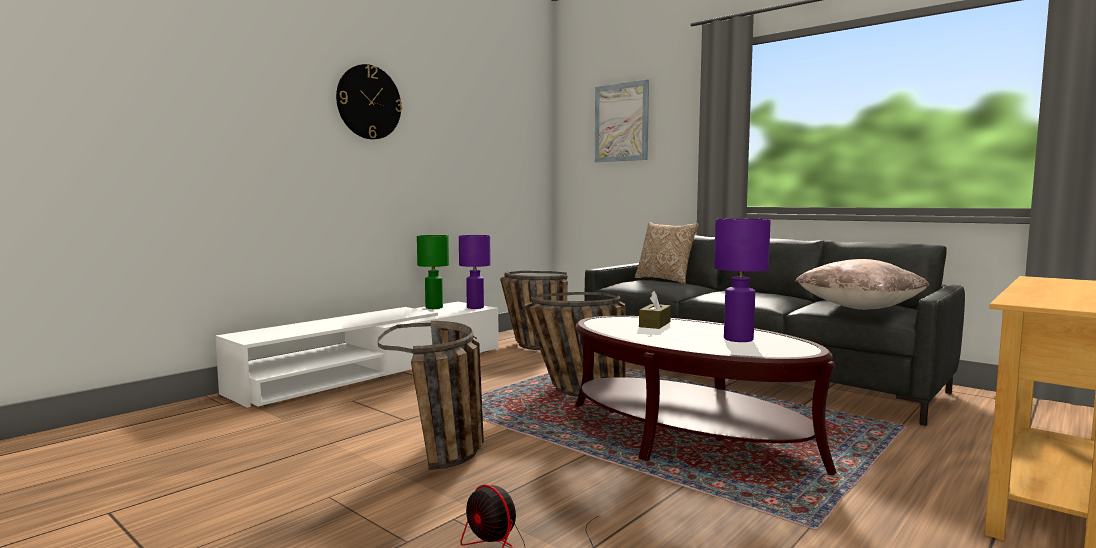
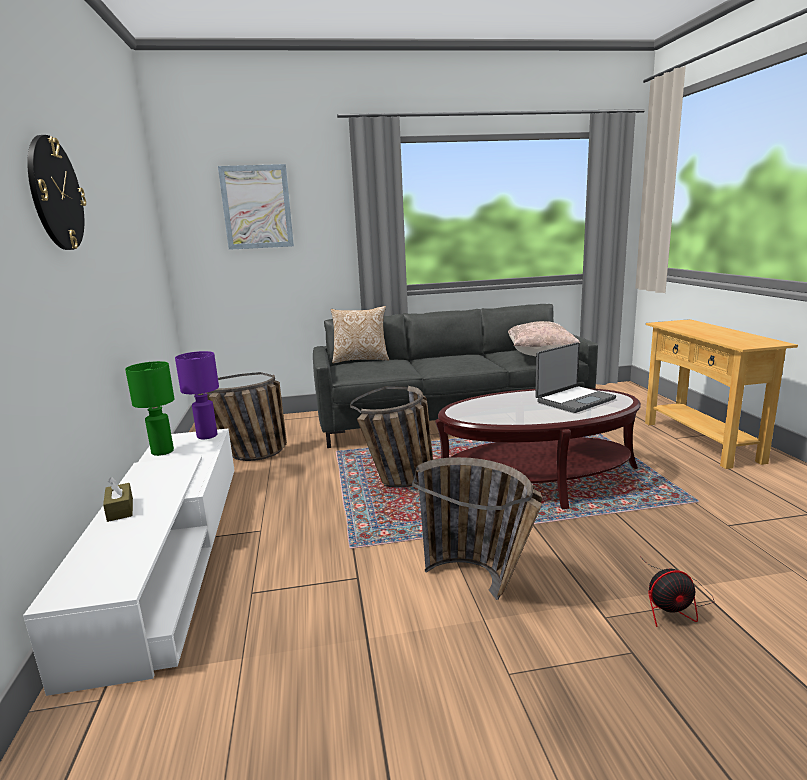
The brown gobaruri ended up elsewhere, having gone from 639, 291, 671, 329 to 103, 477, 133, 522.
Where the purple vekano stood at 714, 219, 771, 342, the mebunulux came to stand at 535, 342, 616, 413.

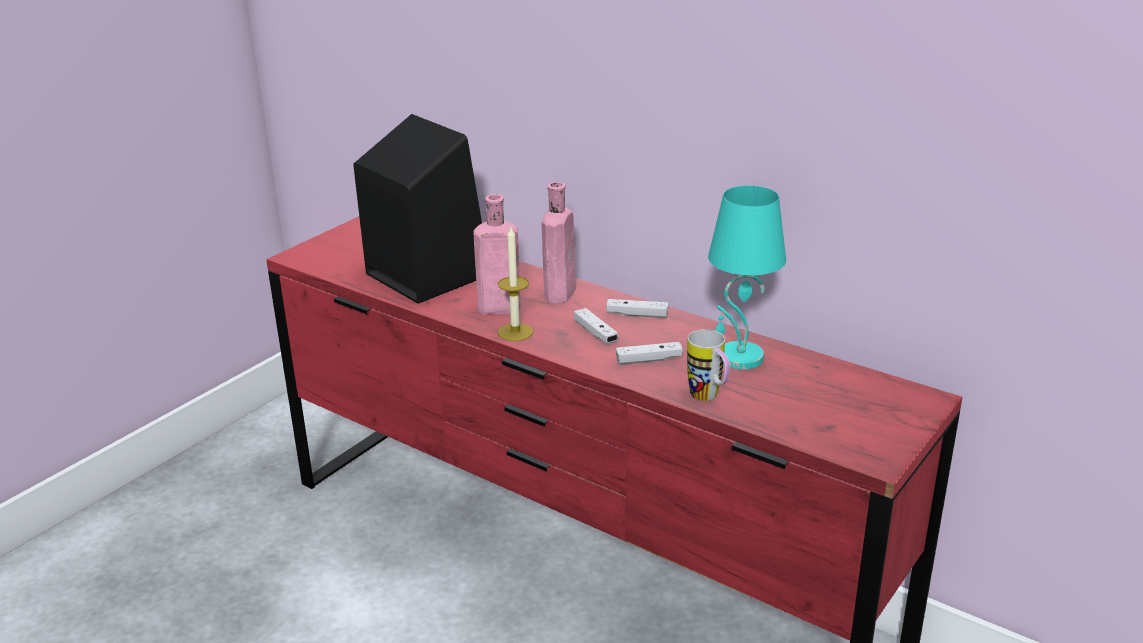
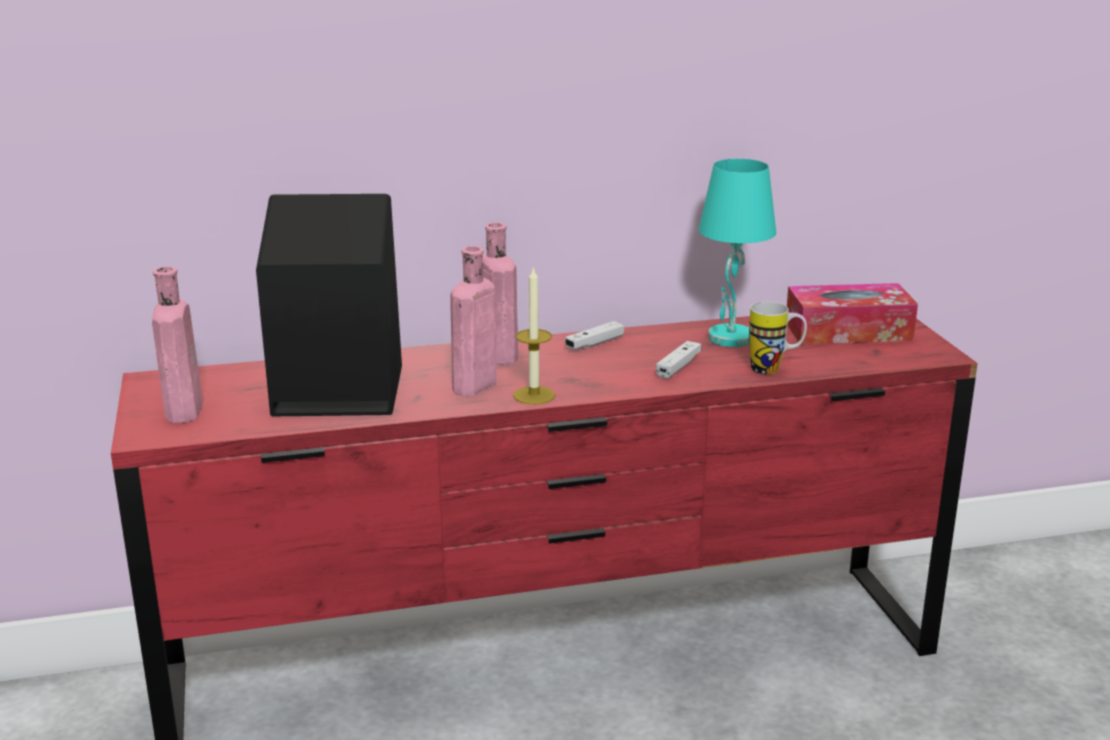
The second view gained the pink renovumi at 152, 266, 203, 423.
The second view gained the gobaruri at 787, 283, 918, 345.
The second view lost the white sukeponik at 574, 308, 618, 343.

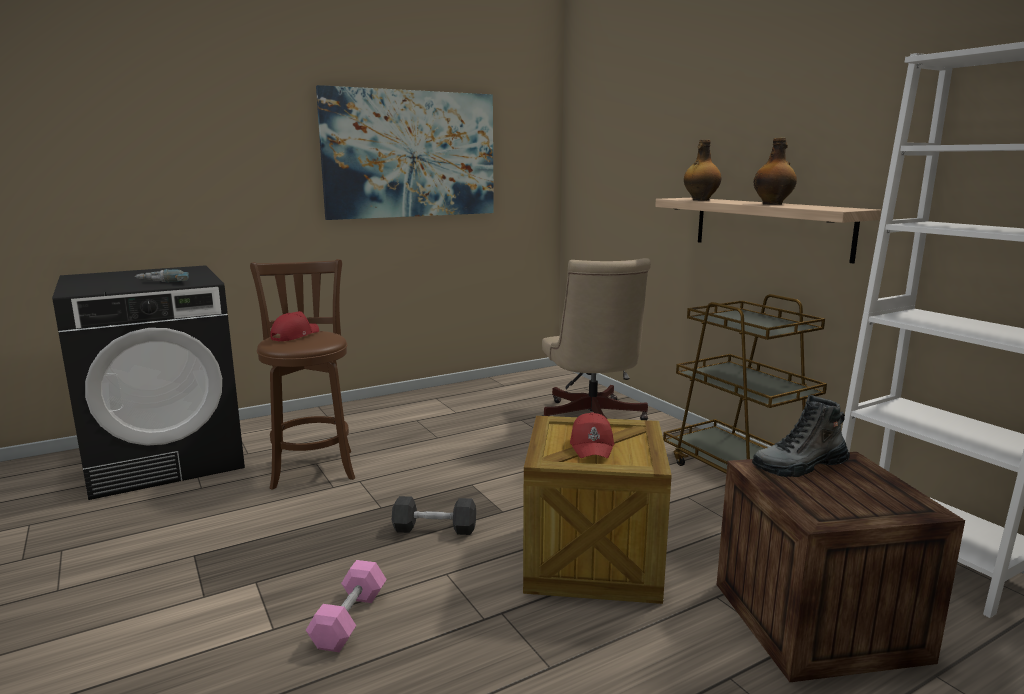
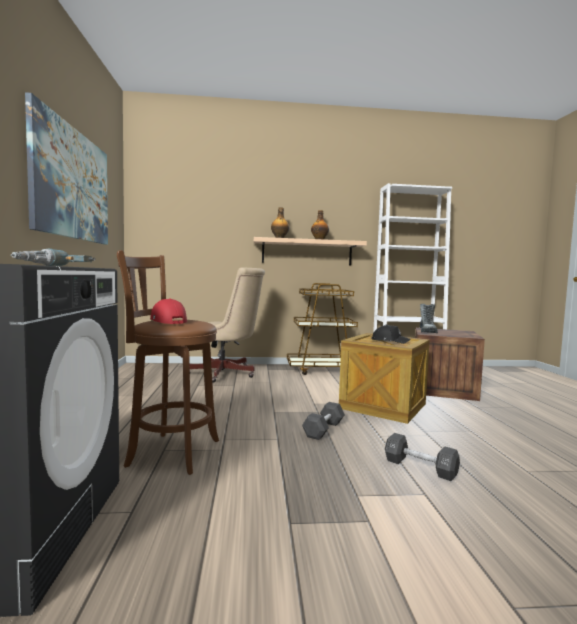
What was the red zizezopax at 570, 412, 614, 458 turned into the black zizezopax at 371, 325, 411, 344.
What was the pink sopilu at 306, 560, 387, 652 turned into the black sopilu at 385, 433, 460, 481.

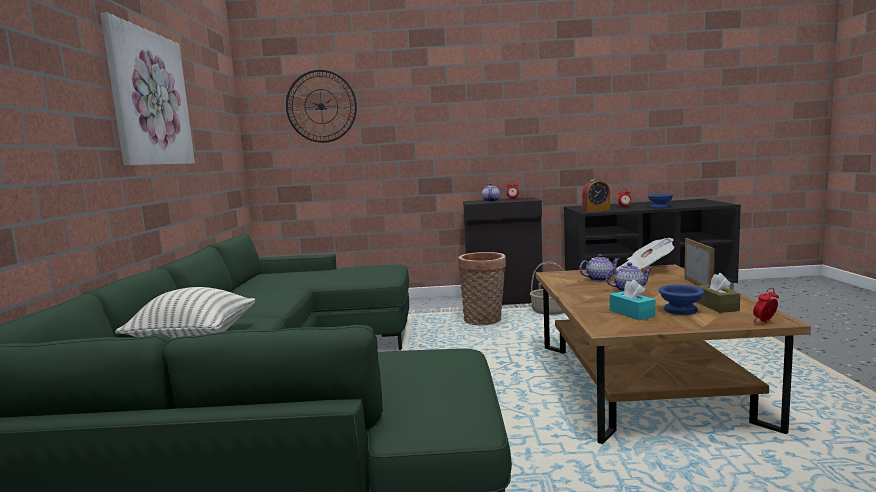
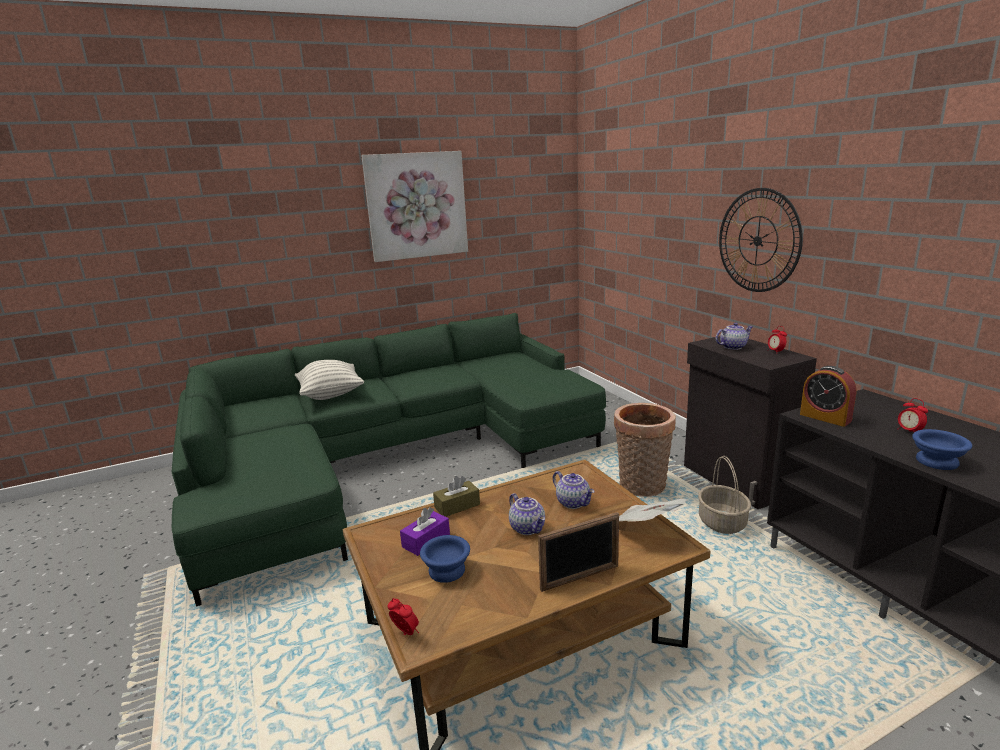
What was the turquoise gobaruri at 610, 280, 655, 320 turned into the purple gobaruri at 400, 507, 450, 556.
The brown gobaruri ended up elsewhere, having gone from 696, 273, 740, 313 to 433, 476, 480, 517.
The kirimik ended up elsewhere, having gone from 286, 70, 357, 143 to 719, 188, 803, 292.

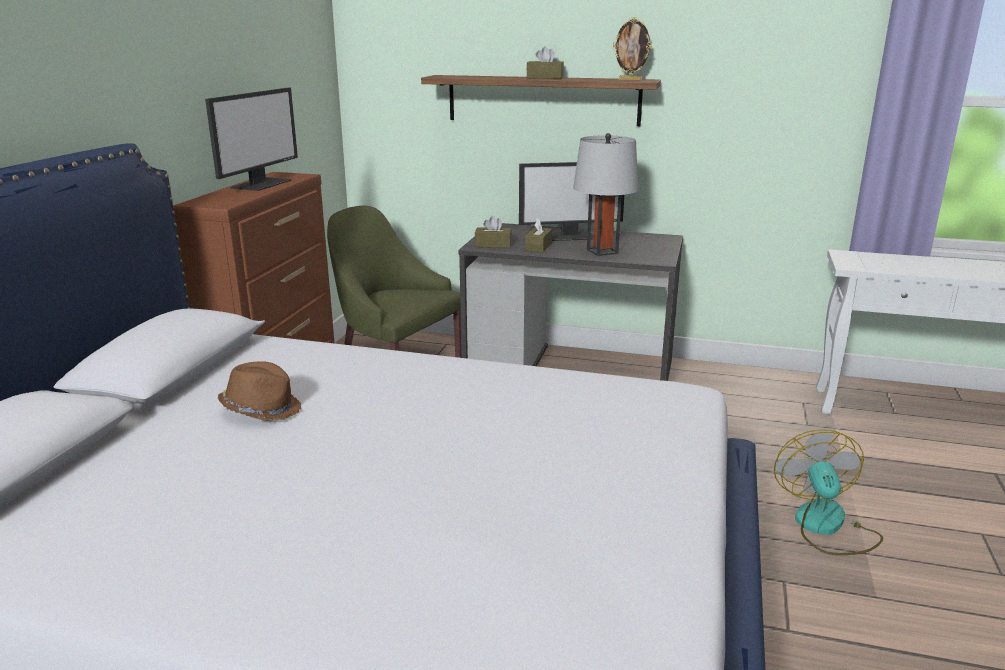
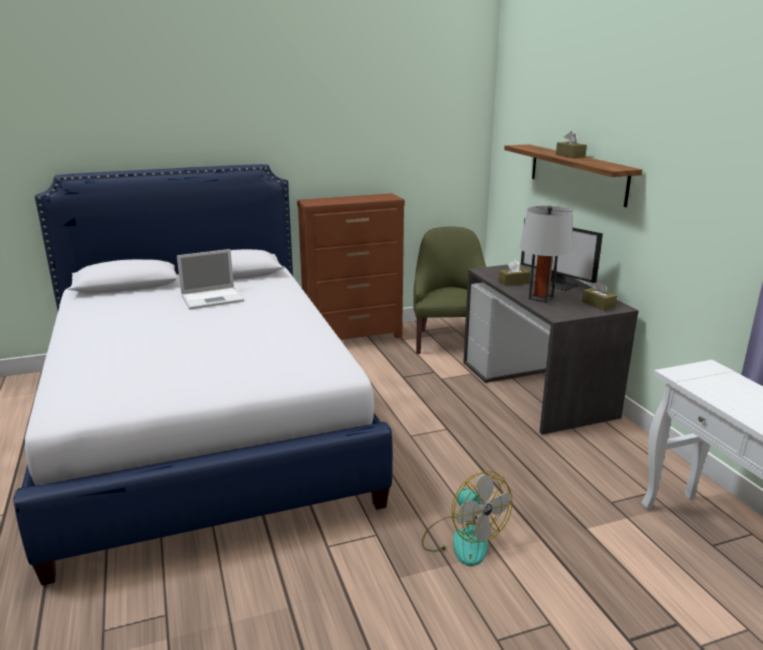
Where the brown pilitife stood at 218, 361, 301, 421, the mebunulux came to stand at 177, 249, 244, 309.
The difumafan at 774, 429, 883, 555 ended up facing another way, 90 degrees clockwise from before.
The brown gobaruri ended up elsewhere, having gone from 475, 216, 512, 248 to 582, 281, 617, 311.
The second view lost the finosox at 205, 88, 298, 191.
The second view lost the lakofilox at 613, 17, 652, 81.

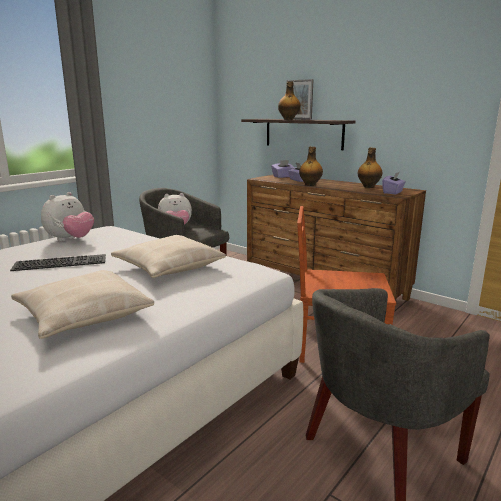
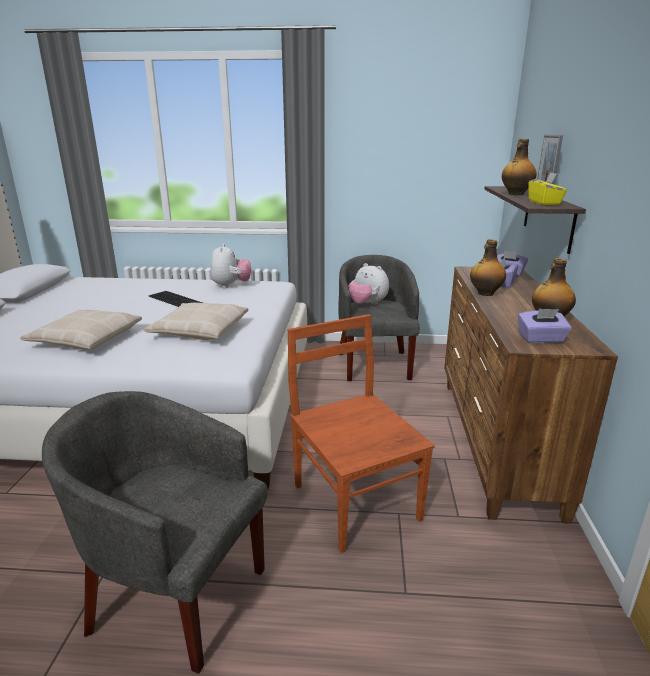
The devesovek at 41, 192, 94, 241 ended up facing another way, 90 degrees counterclockwise from before.
The second view gained the yellow gobaruri at 528, 172, 567, 205.

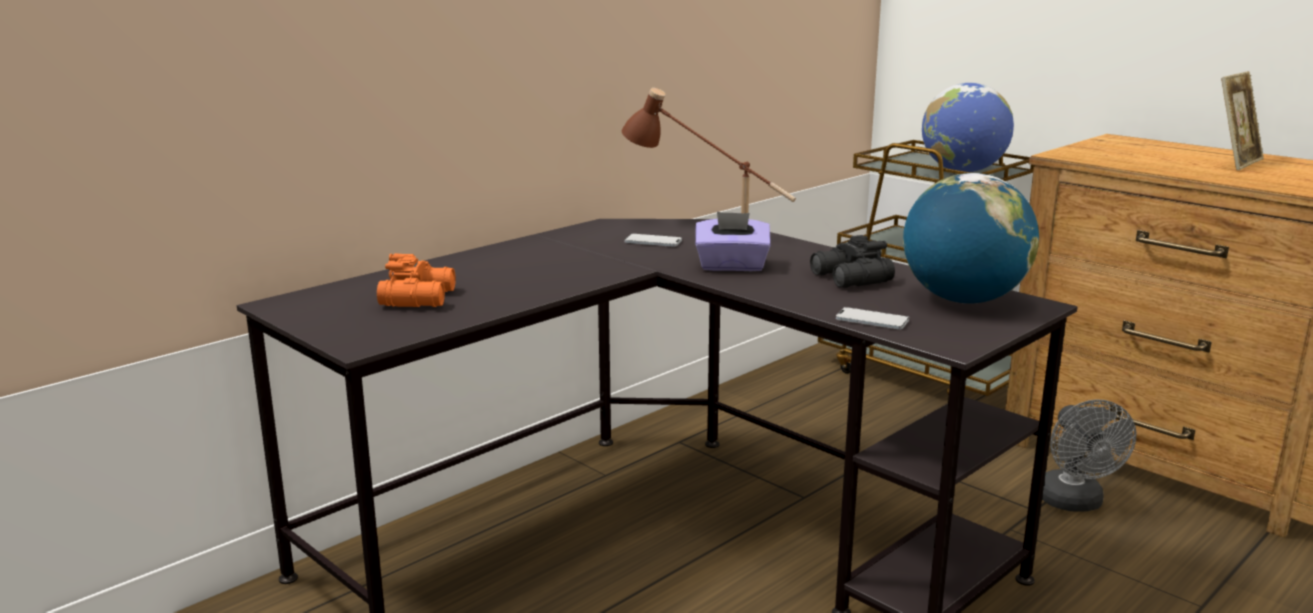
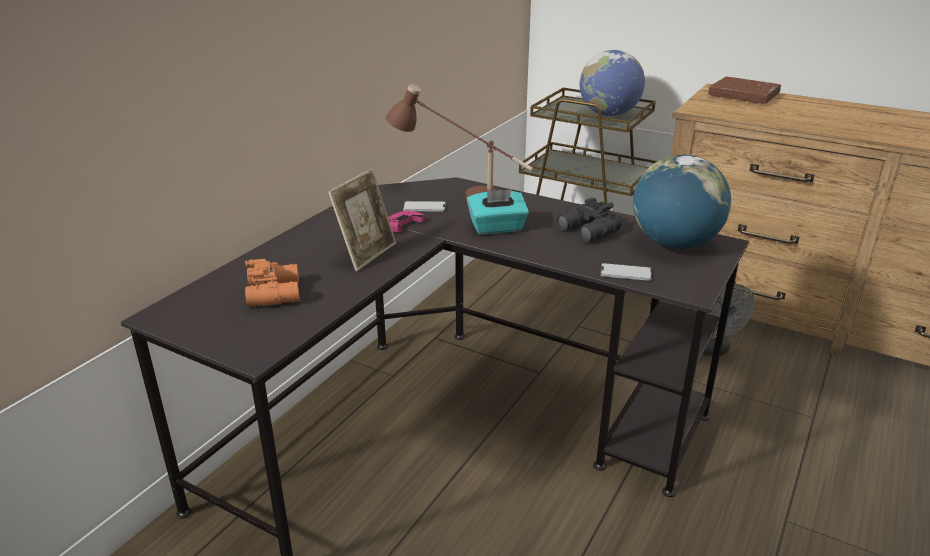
The lakofilox ended up elsewhere, having gone from 1221, 71, 1264, 170 to 328, 169, 396, 271.
The second view gained the pink sukeponik at 388, 210, 424, 233.
What was the purple gobaruri at 695, 212, 771, 271 turned into the turquoise gobaruri at 467, 190, 529, 235.
The second view gained the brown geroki at 708, 77, 781, 104.

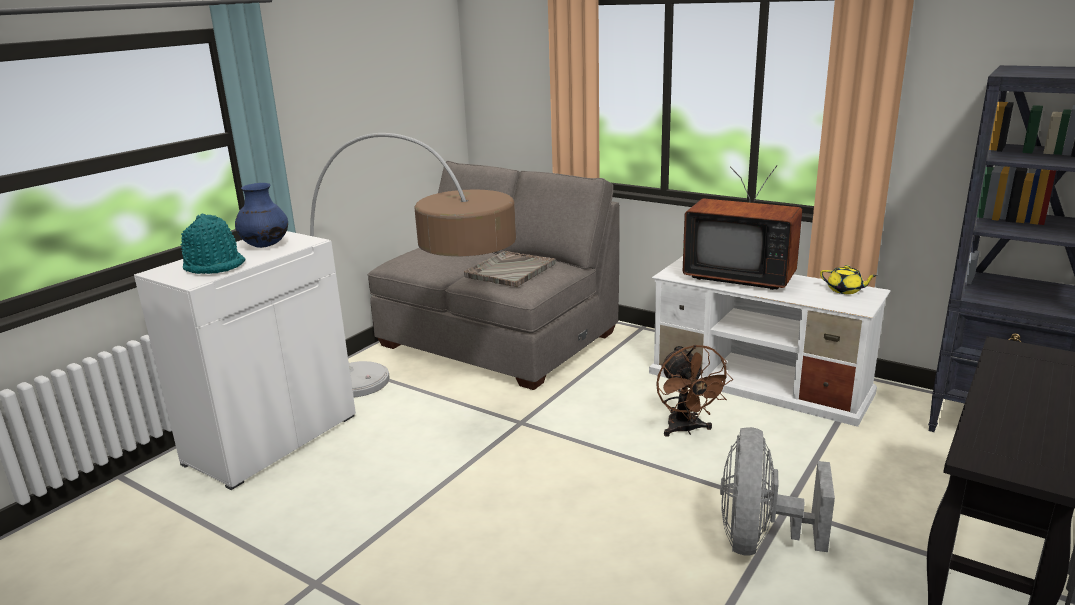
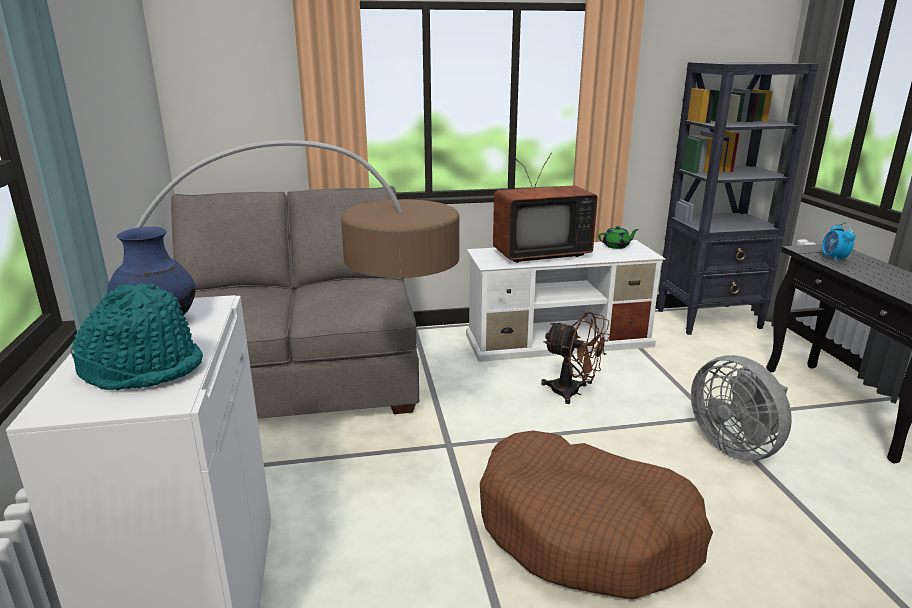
The second view gained the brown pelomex at 480, 430, 713, 600.
What was the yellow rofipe at 820, 265, 877, 294 turned into the green rofipe at 598, 226, 639, 249.
The second view gained the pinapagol at 822, 222, 856, 262.
The second view lost the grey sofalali at 464, 251, 556, 287.

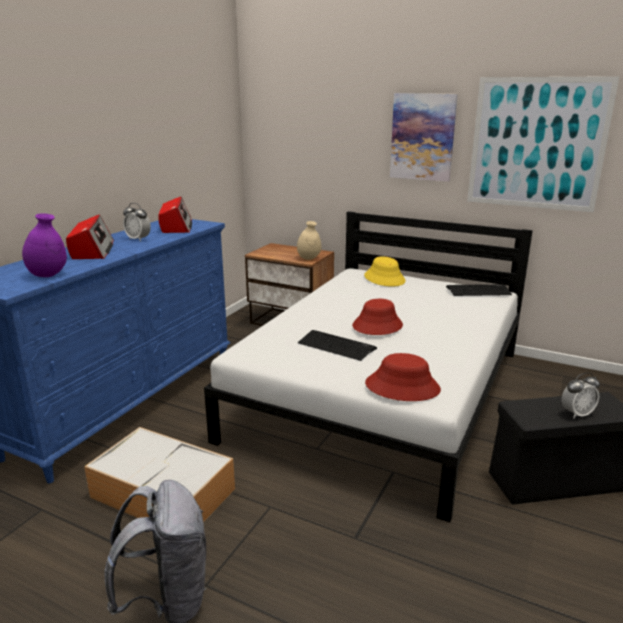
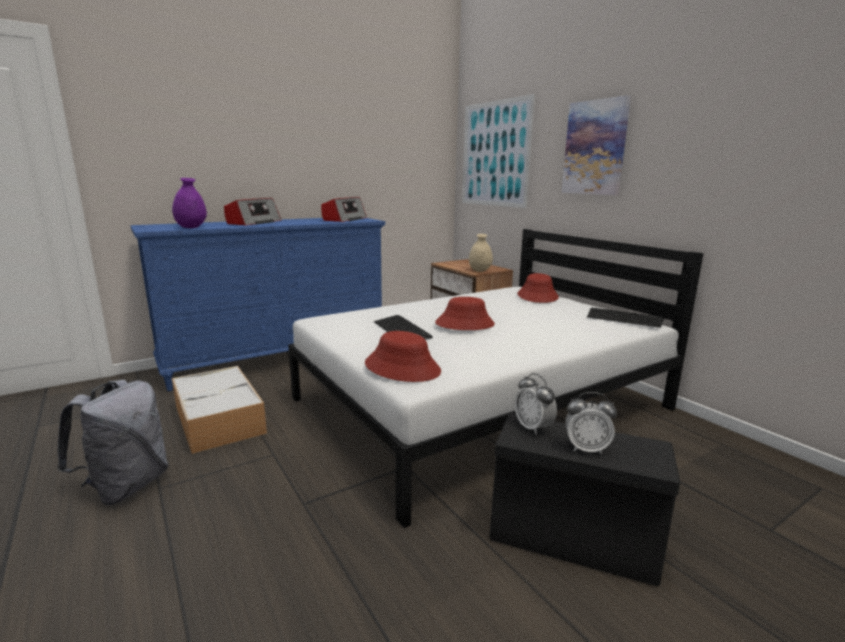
The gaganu ended up elsewhere, having gone from 467, 76, 620, 212 to 462, 94, 535, 208.
The pinapagol ended up elsewhere, having gone from 123, 203, 151, 242 to 515, 373, 557, 435.
What was the yellow pilitife at 364, 256, 406, 287 turned into the red pilitife at 517, 273, 559, 303.

